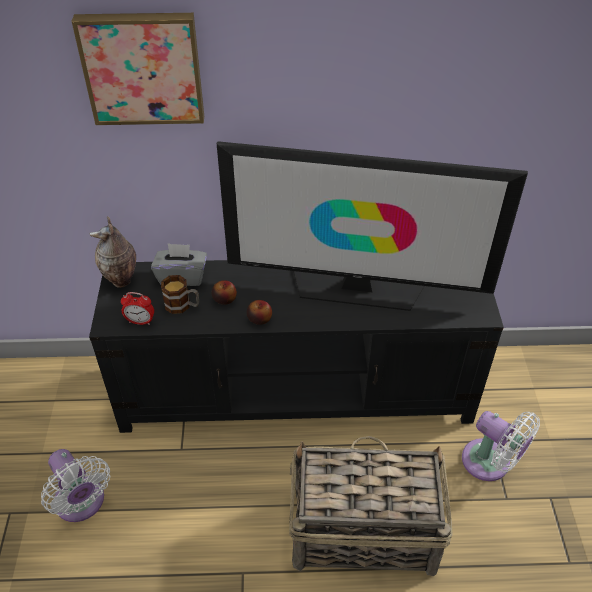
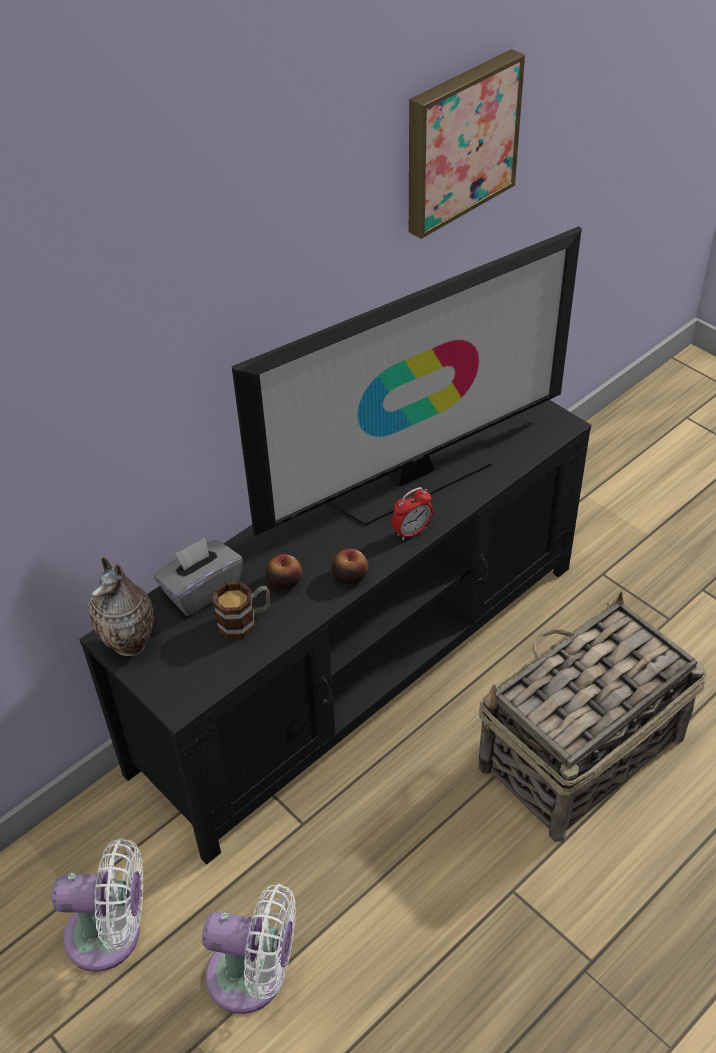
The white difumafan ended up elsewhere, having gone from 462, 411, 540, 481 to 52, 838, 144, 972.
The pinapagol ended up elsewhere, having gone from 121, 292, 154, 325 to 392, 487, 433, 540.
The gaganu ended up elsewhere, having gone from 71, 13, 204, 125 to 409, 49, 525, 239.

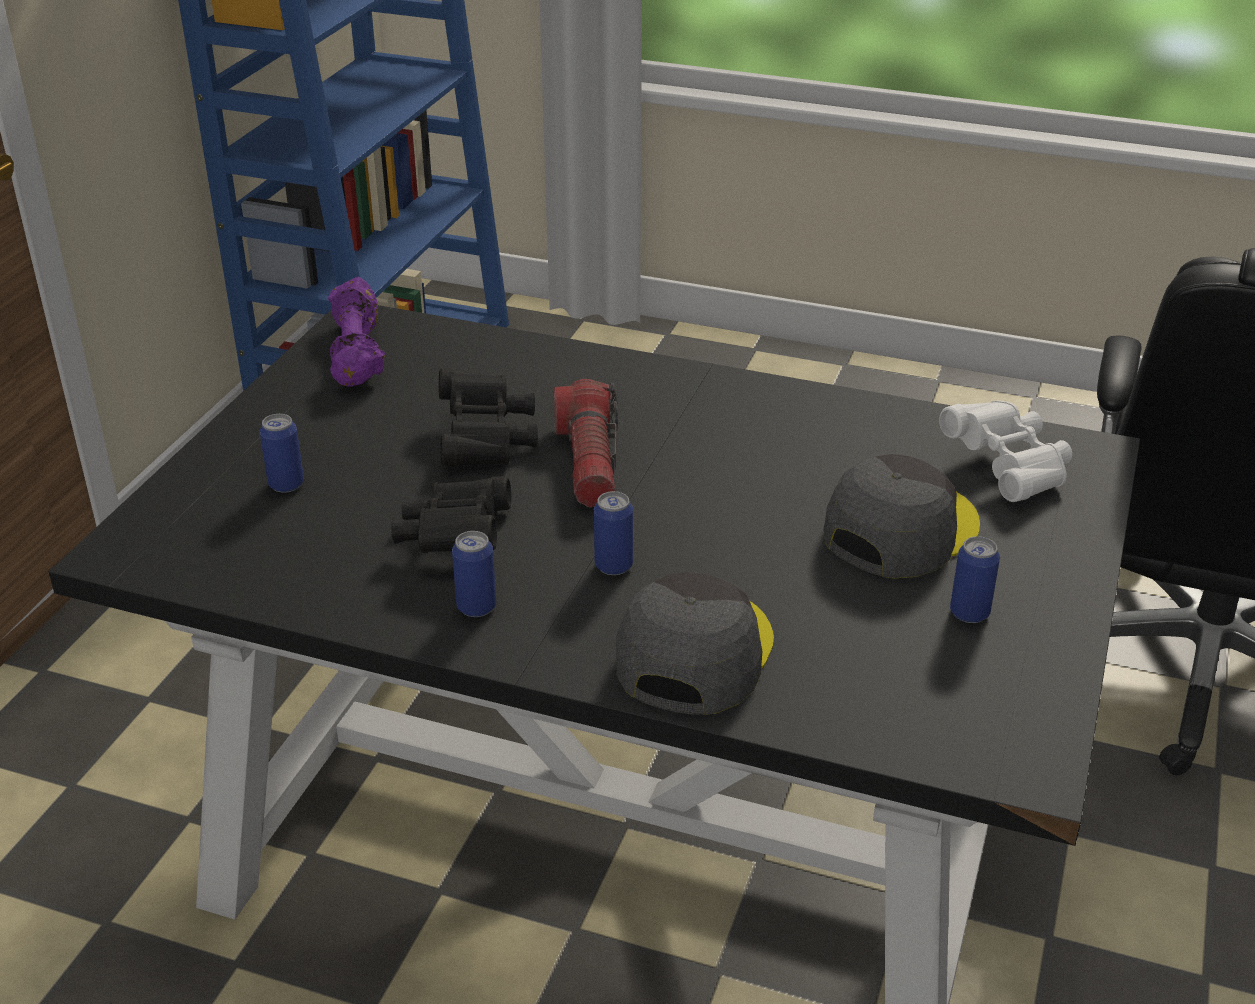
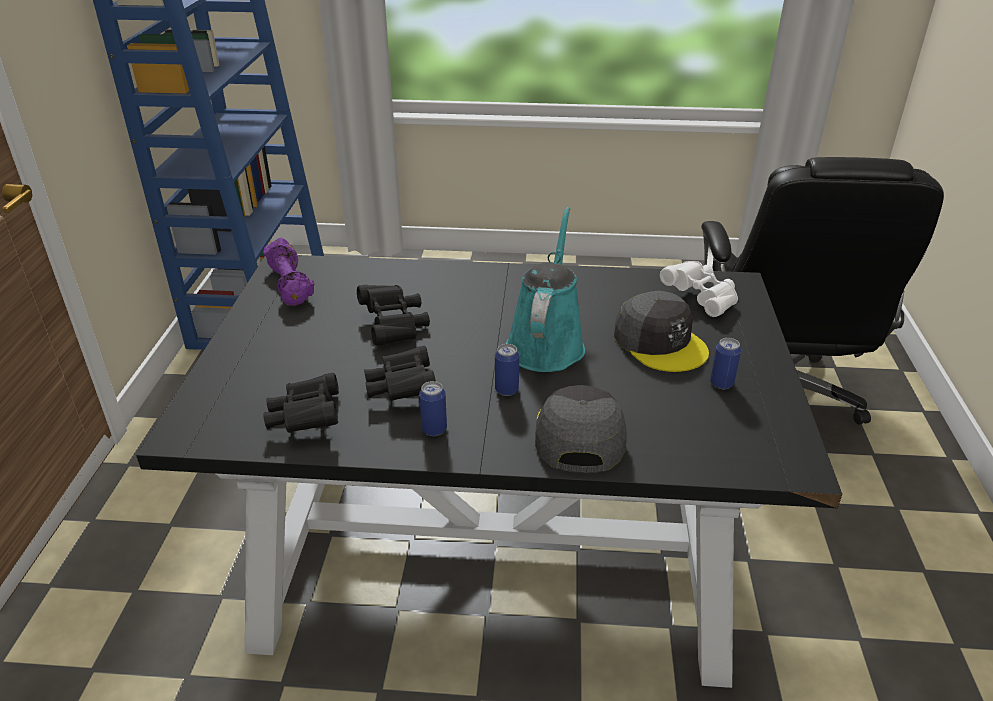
The second view gained the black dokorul at 264, 373, 339, 433.
The second view gained the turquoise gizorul at 506, 207, 585, 372.
The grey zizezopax at 824, 454, 980, 578 ended up facing another way, 120 degrees clockwise from before.
The second view lost the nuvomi at 260, 414, 304, 493.
The second view lost the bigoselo at 553, 379, 618, 508.

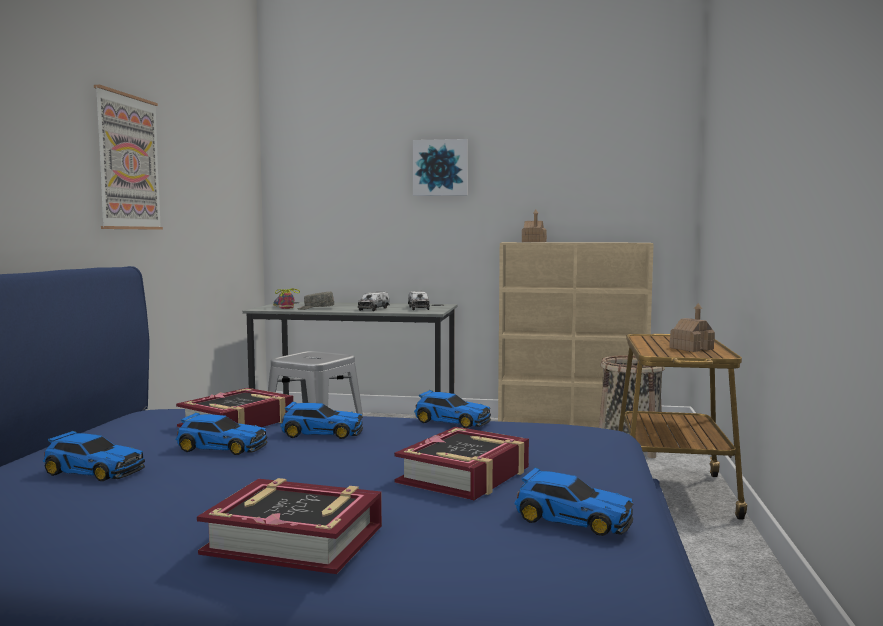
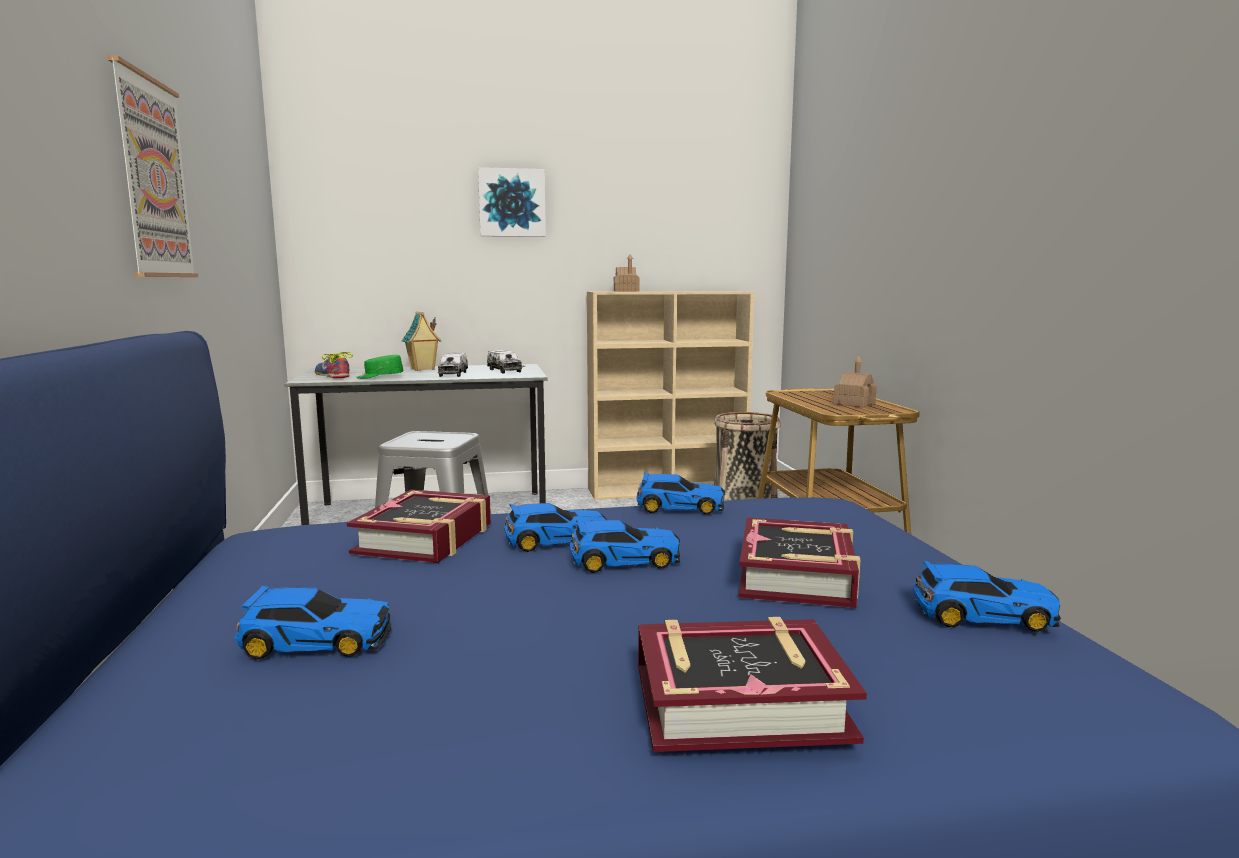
What was the grey zizezopax at 297, 292, 334, 310 turned into the green zizezopax at 356, 355, 403, 379.
The second view gained the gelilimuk at 402, 311, 441, 371.
The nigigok ended up elsewhere, having gone from 176, 412, 268, 455 to 570, 520, 680, 573.

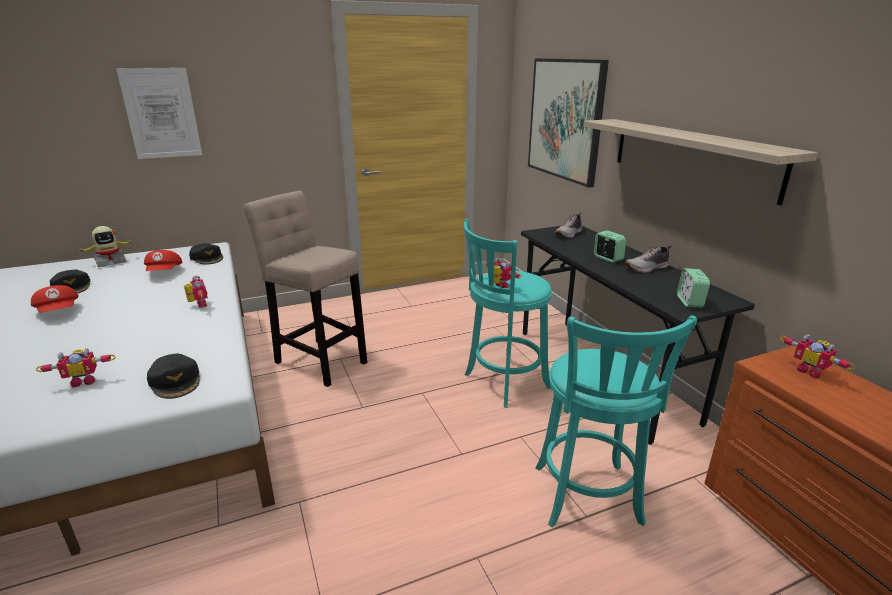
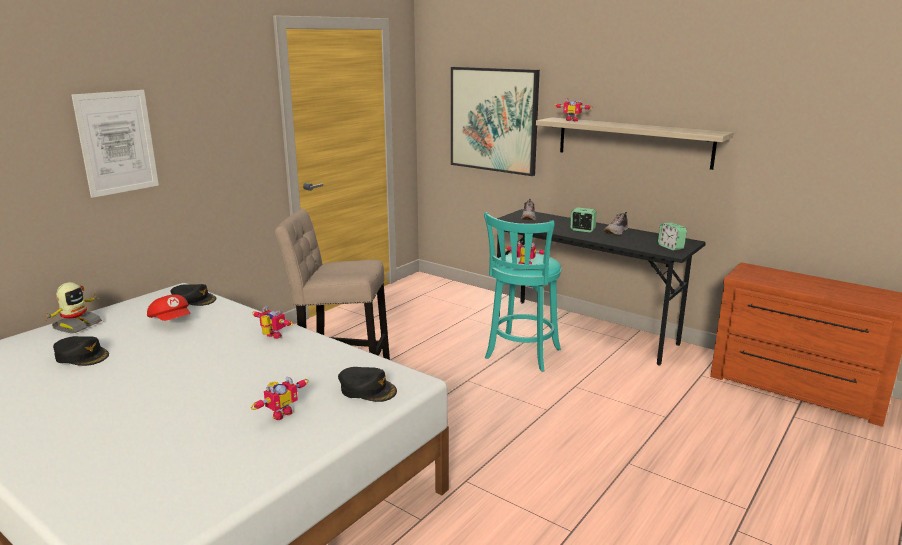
The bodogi ended up elsewhere, having gone from 779, 334, 855, 378 to 554, 98, 592, 121.
The second view lost the red zizezopax at 31, 285, 79, 313.
The second view lost the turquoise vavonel at 535, 315, 697, 527.

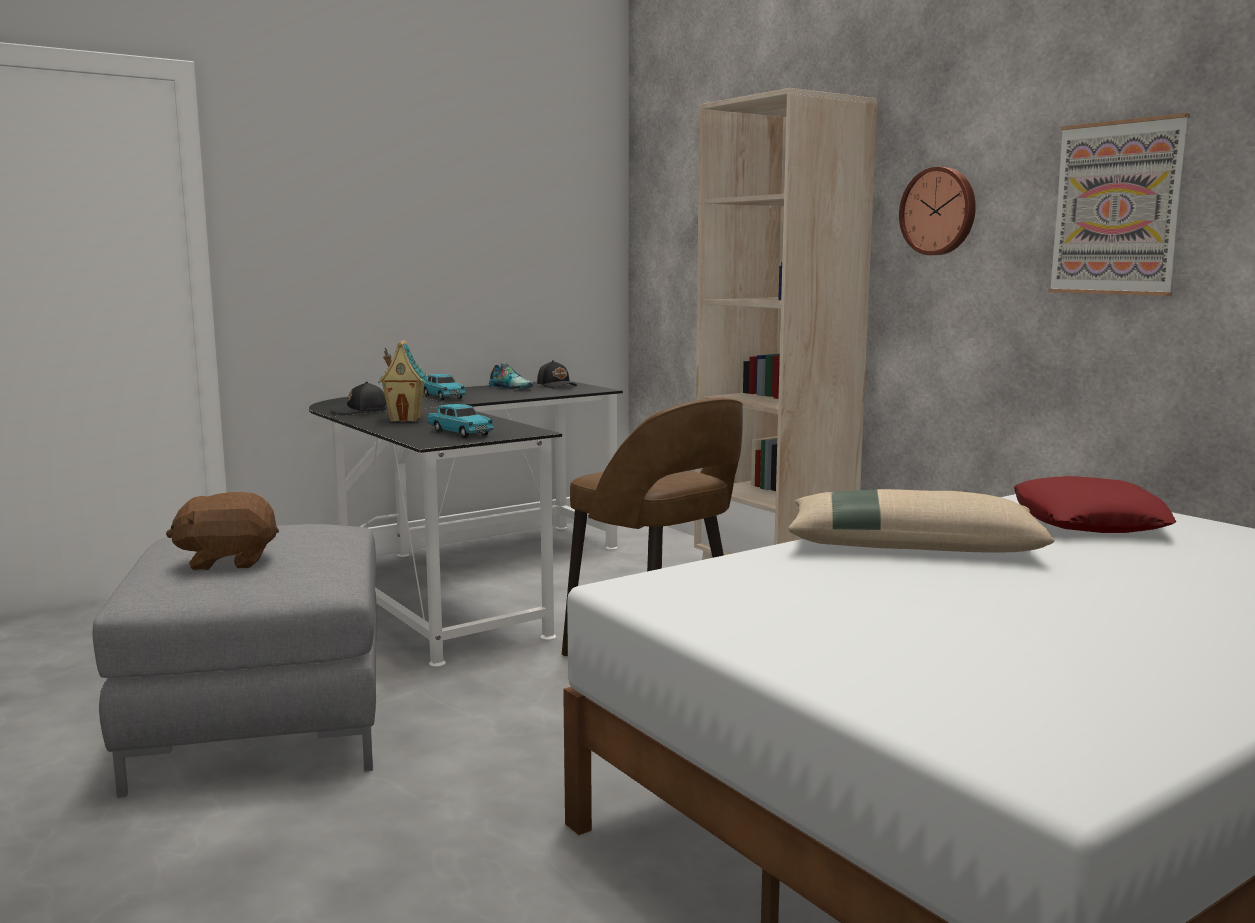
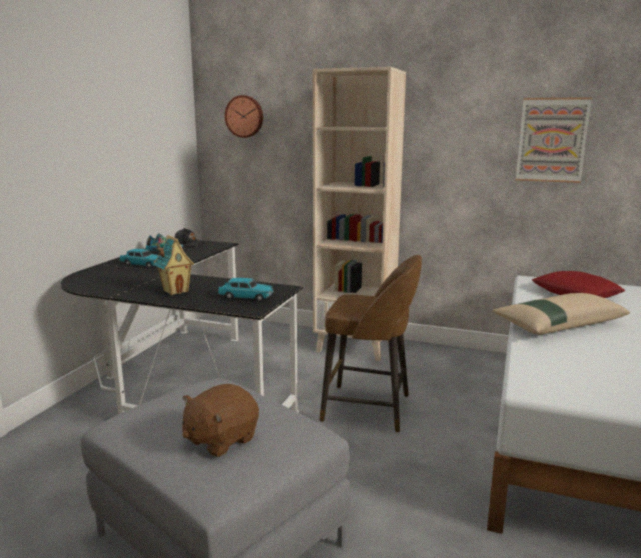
The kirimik ended up elsewhere, having gone from 899, 167, 976, 255 to 225, 95, 263, 138.
The second view lost the black zizezopax at 329, 382, 387, 414.

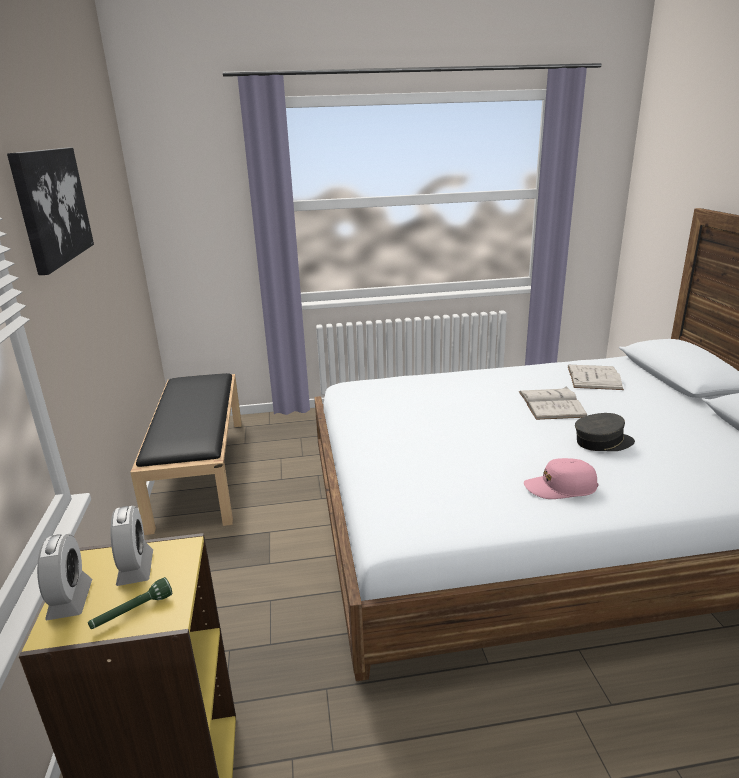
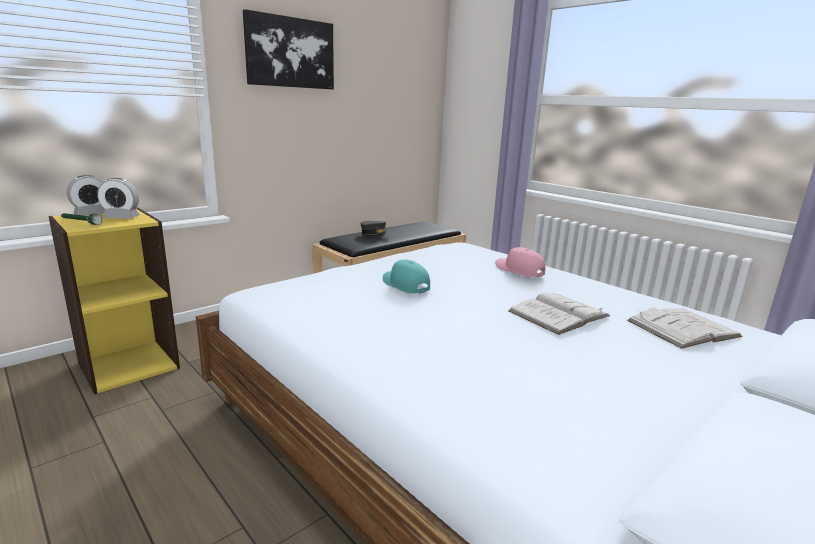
The pinapagol at 111, 506, 153, 586 ended up facing another way, 45 degrees clockwise from before.
The grey zizezopax ended up elsewhere, having gone from 575, 413, 635, 451 to 361, 221, 390, 240.
The second view gained the turquoise zizezopax at 383, 259, 430, 294.
The pink zizezopax ended up elsewhere, having gone from 524, 458, 599, 499 to 495, 247, 545, 277.

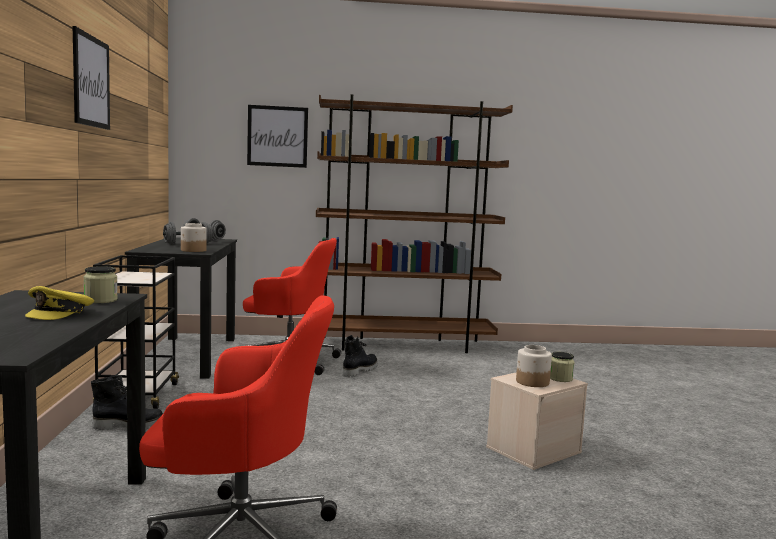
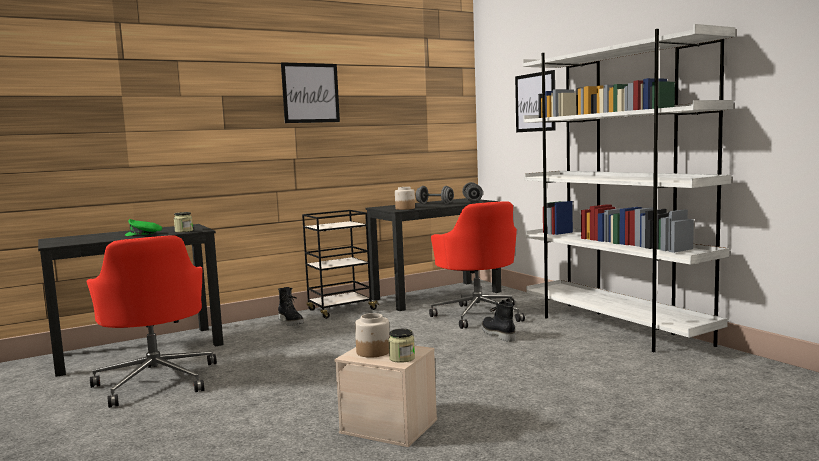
What was the yellow zizezopax at 25, 286, 94, 320 turned into the green zizezopax at 125, 219, 162, 236.
The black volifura at 343, 335, 378, 377 ended up facing another way, 120 degrees counterclockwise from before.
What was the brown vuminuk at 316, 94, 513, 353 turned into the white vuminuk at 522, 24, 735, 352.

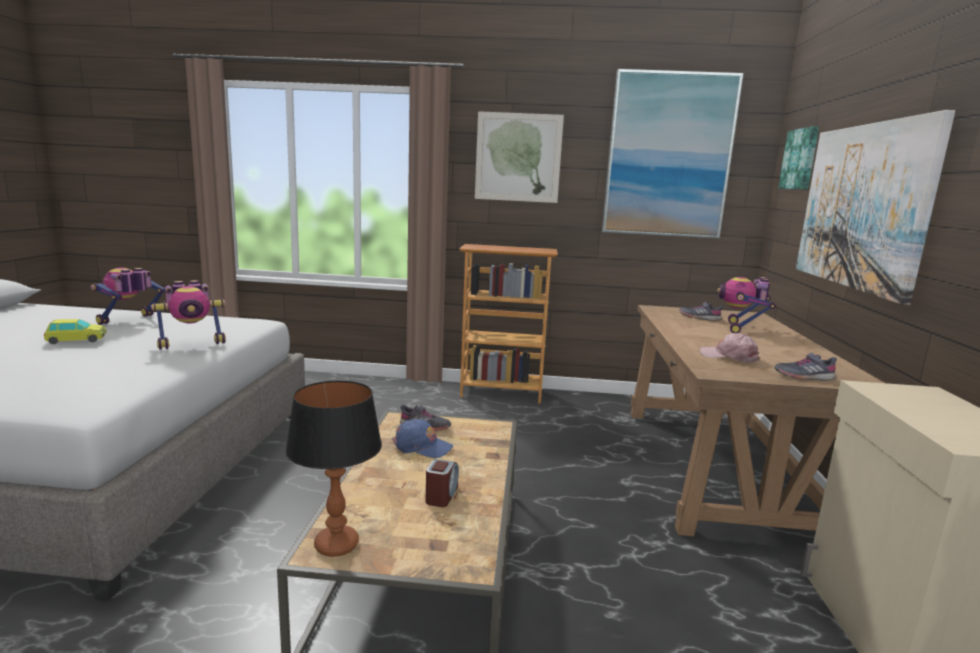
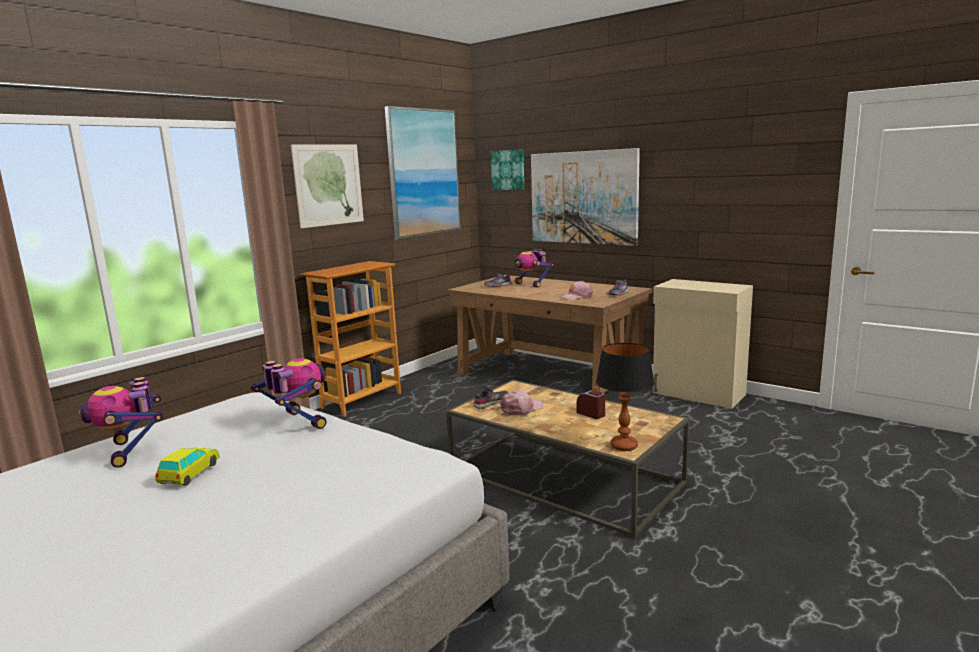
The bodogi at 151, 280, 226, 350 ended up facing another way, 45 degrees counterclockwise from before.
What was the blue zizezopax at 392, 419, 453, 458 turned into the pink zizezopax at 500, 390, 543, 415.

